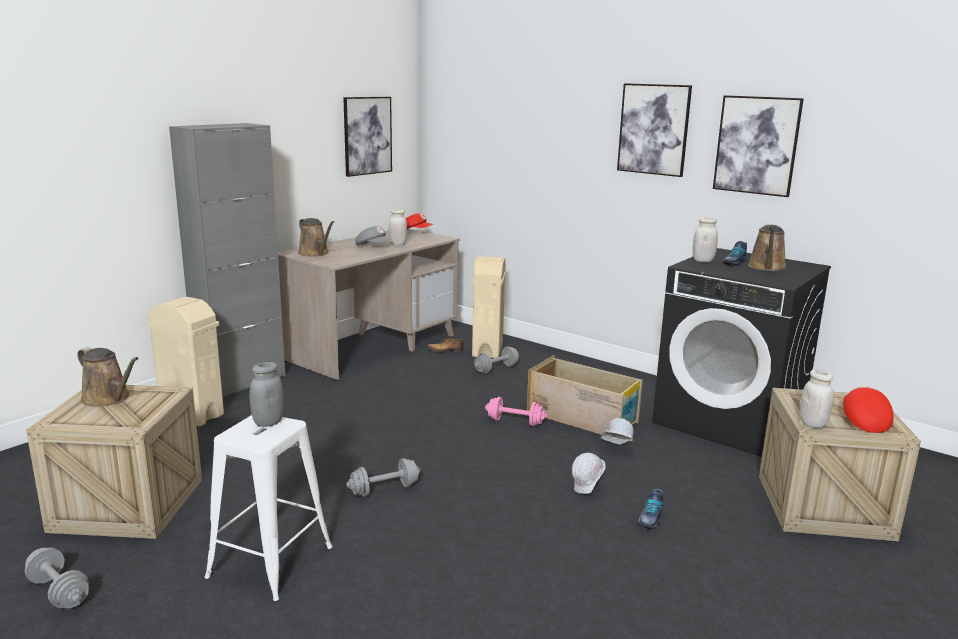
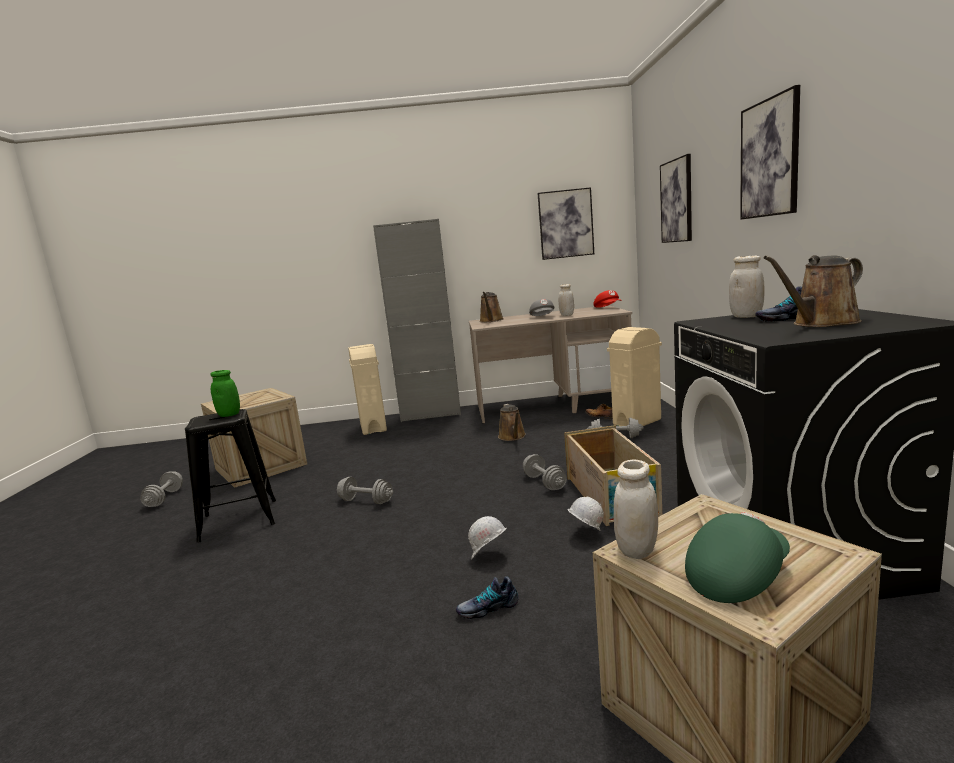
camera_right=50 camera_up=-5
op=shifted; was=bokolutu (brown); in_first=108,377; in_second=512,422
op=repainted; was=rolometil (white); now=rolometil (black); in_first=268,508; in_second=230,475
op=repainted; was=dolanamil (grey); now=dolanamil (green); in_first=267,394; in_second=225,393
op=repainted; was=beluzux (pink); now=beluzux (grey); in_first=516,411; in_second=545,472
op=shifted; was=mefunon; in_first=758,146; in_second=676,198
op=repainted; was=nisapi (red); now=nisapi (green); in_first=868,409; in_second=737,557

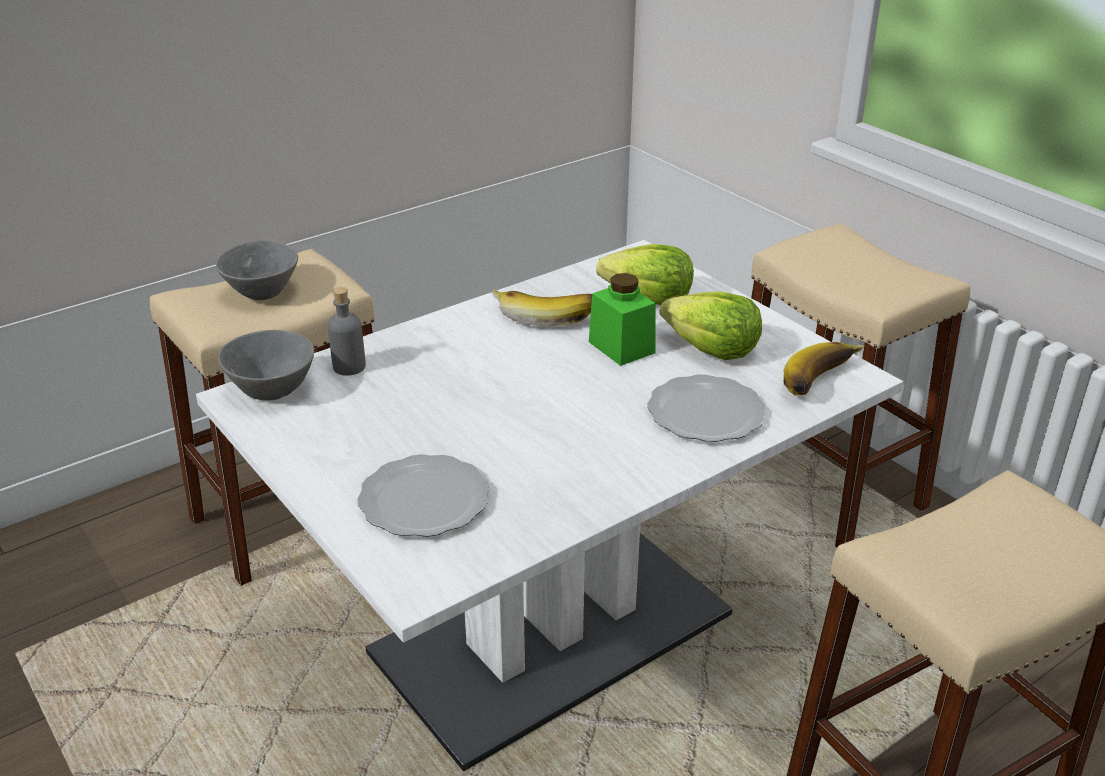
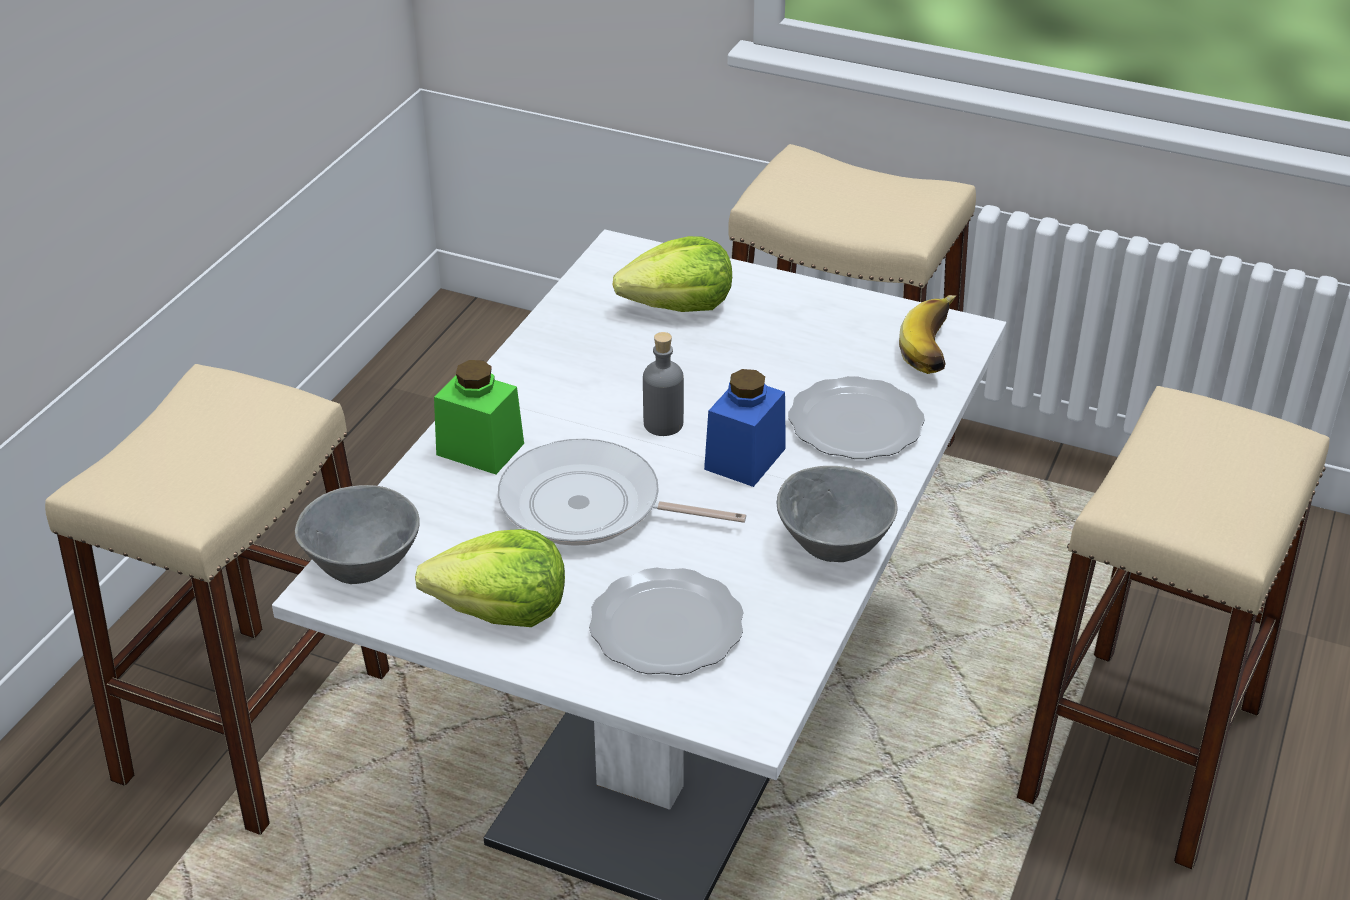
camera_right=-30 camera_up=5
op=shifted; was=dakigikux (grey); in_first=257,270; in_second=837,514
op=shifted; was=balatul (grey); in_first=346,331; in_second=663,384
op=gone; was=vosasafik; in_first=542,307
op=shifted; was=dolanamil (green); in_first=622,319; in_second=479,417
op=shifted; was=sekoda; in_first=710,326; in_second=490,578
op=new; now=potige; in_second=622,492
op=new; now=dolanamil (blue); in_second=745,428

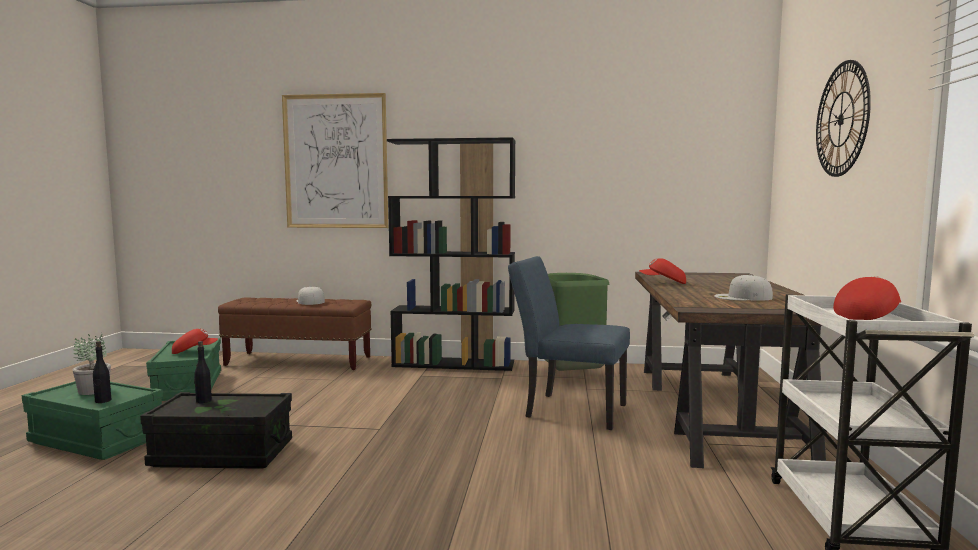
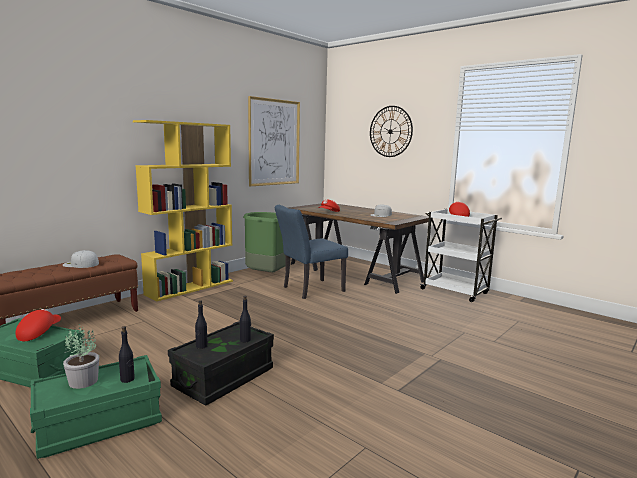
camera_right=-55 camera_up=5
op=shifted; was=mefunon; in_first=335,160; in_second=274,141
op=repainted; was=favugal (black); now=favugal (yellow); in_first=451,254; in_second=183,211
op=new; now=balatul (black); in_second=245,319

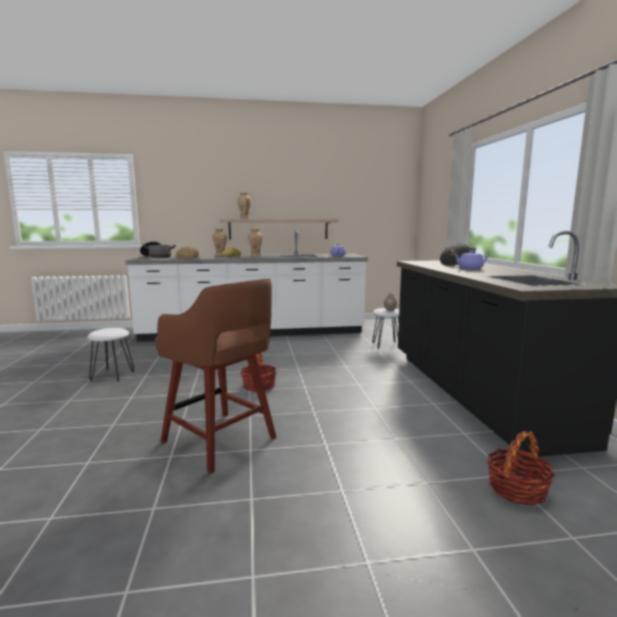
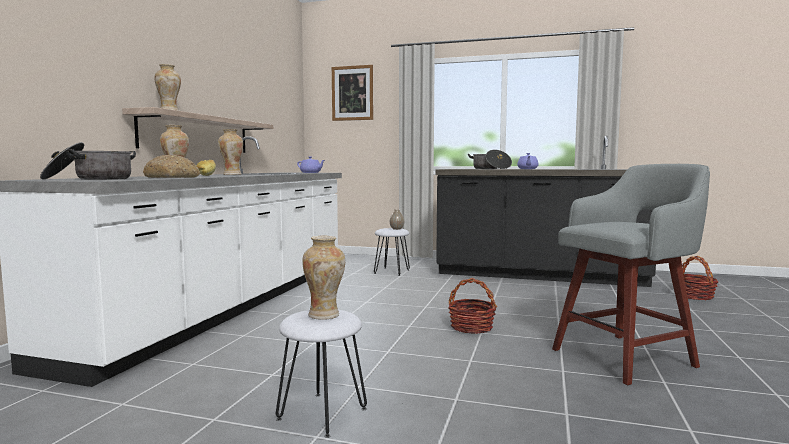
camera_right=-65 camera_up=-5
op=repainted; was=rolometil (brown); now=rolometil (grey); in_first=216,376; in_second=631,274
op=new; now=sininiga; in_second=323,278
op=new; now=mefunon; in_second=352,93

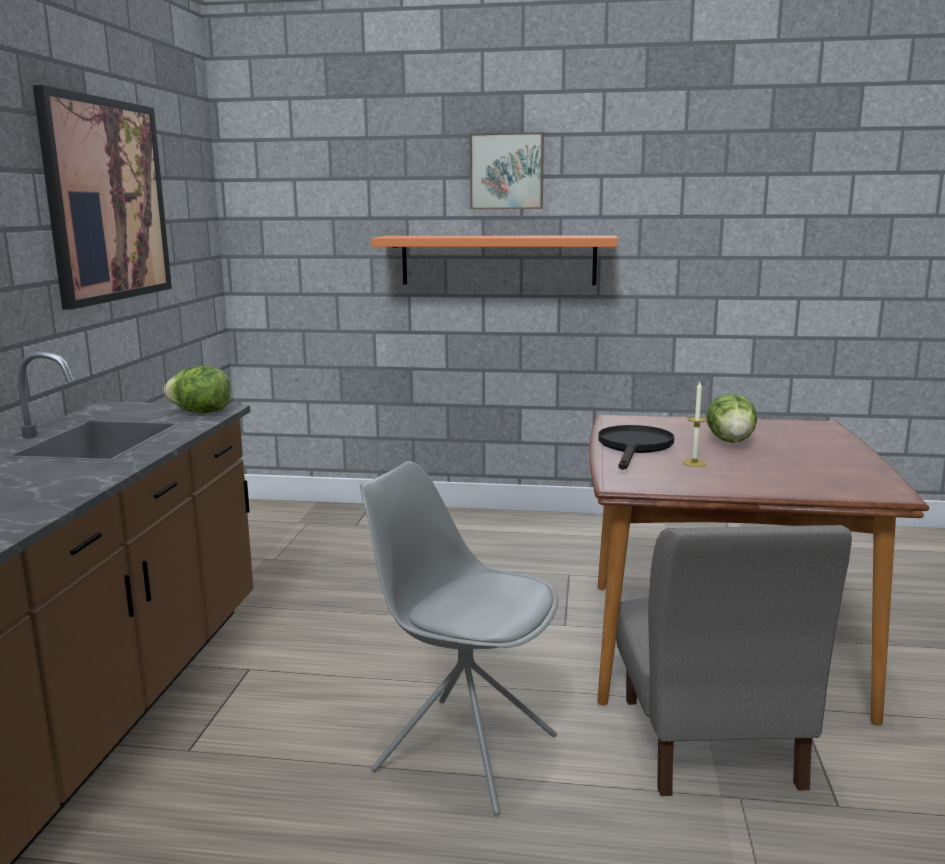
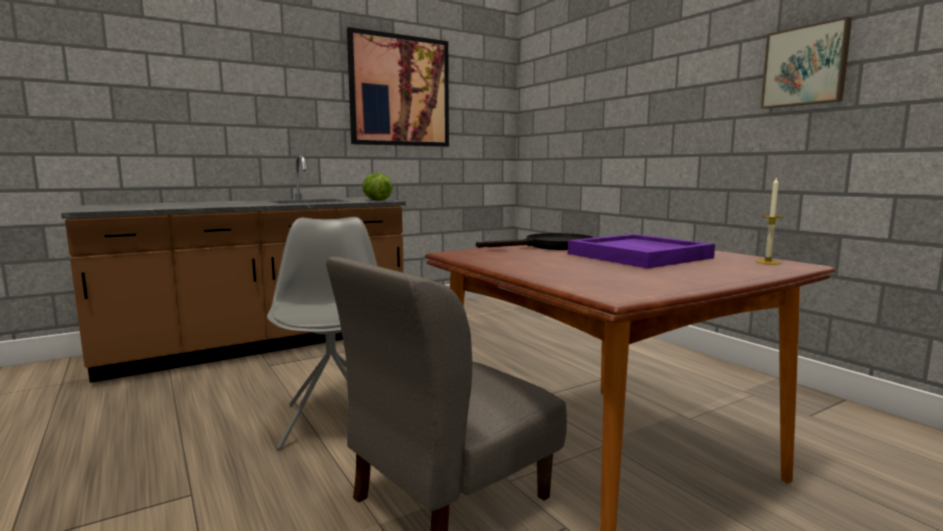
camera_right=50 camera_up=-5
op=gone; was=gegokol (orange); in_first=494,260
op=shifted; was=mefunon; in_first=507,170; in_second=806,63
op=shifted; was=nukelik; in_first=695,424; in_second=769,220
op=swapped; was=sekoda; now=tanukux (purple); in_first=731,418; in_second=641,251

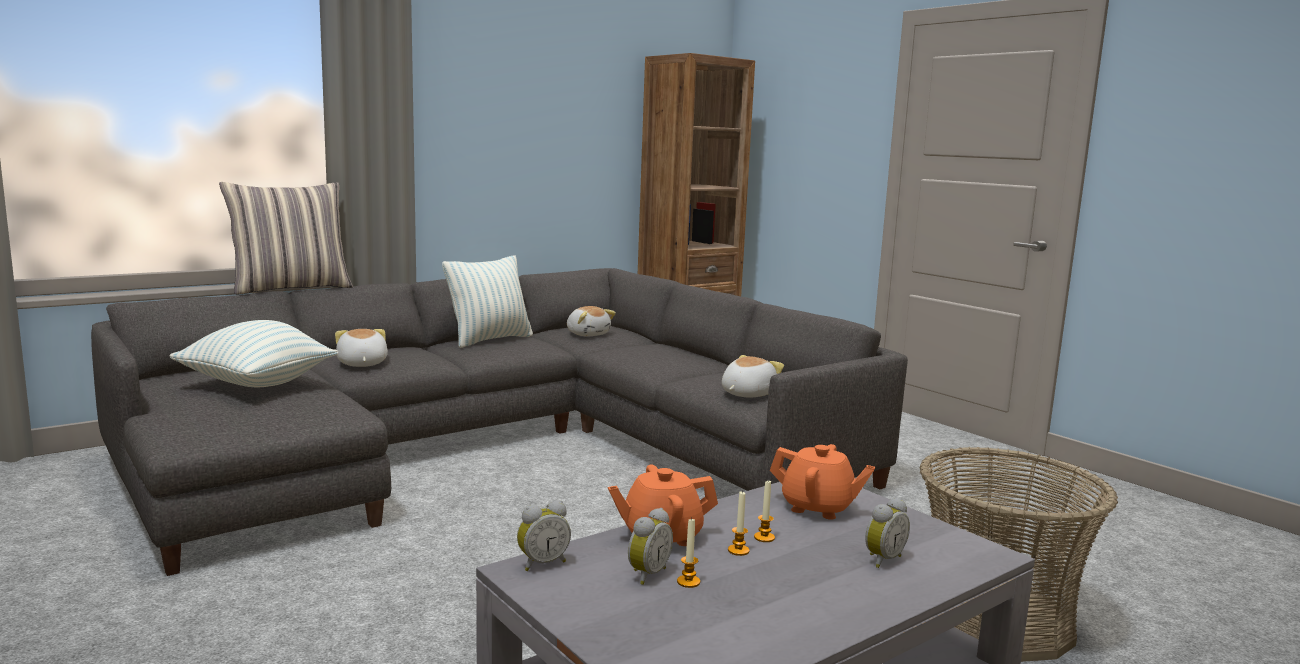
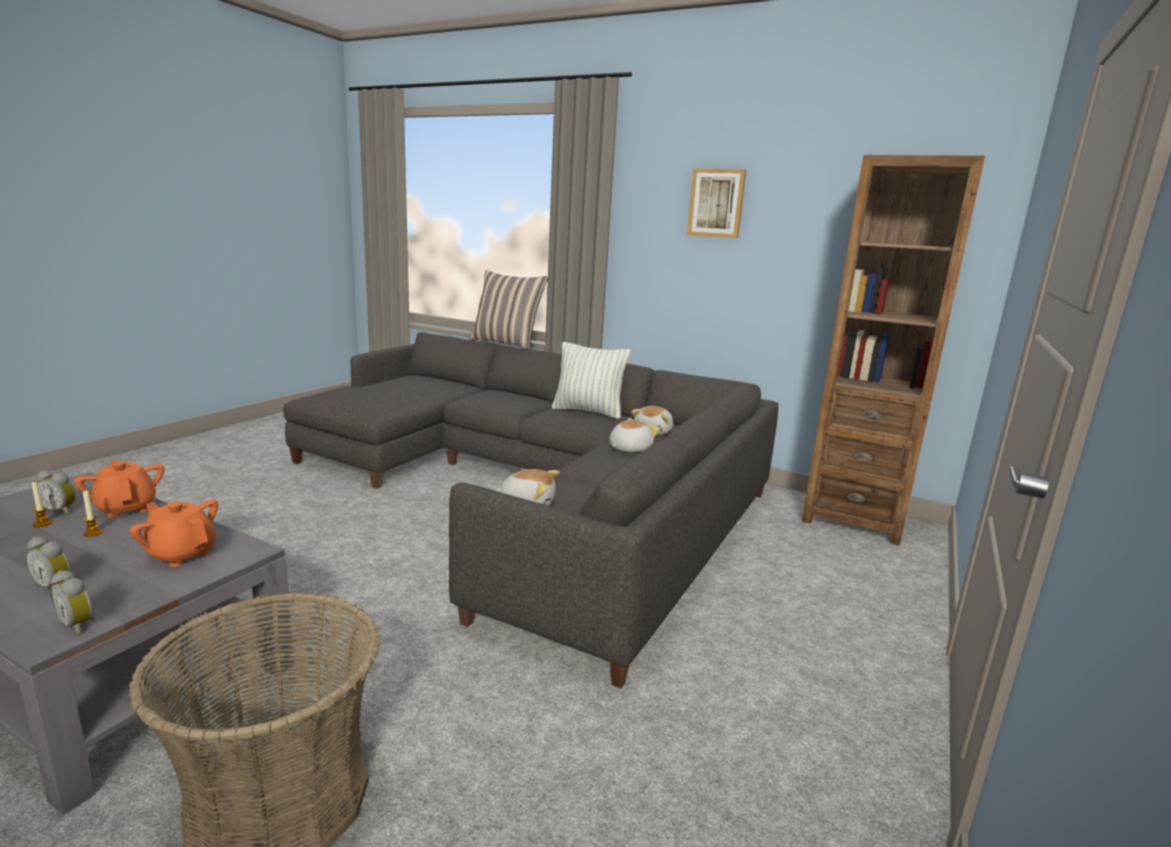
camera_right=65 camera_up=5
op=gone; was=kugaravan; in_first=253,353
op=shifted; was=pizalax; in_first=361,348; in_second=634,435
op=shifted; was=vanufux; in_first=544,535; in_second=72,603
op=gone; was=nukelik; in_first=764,511
op=rotated; was=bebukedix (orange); in_first=822,482; in_second=174,533; clockwise=120
op=new; now=mefunon; in_second=716,203

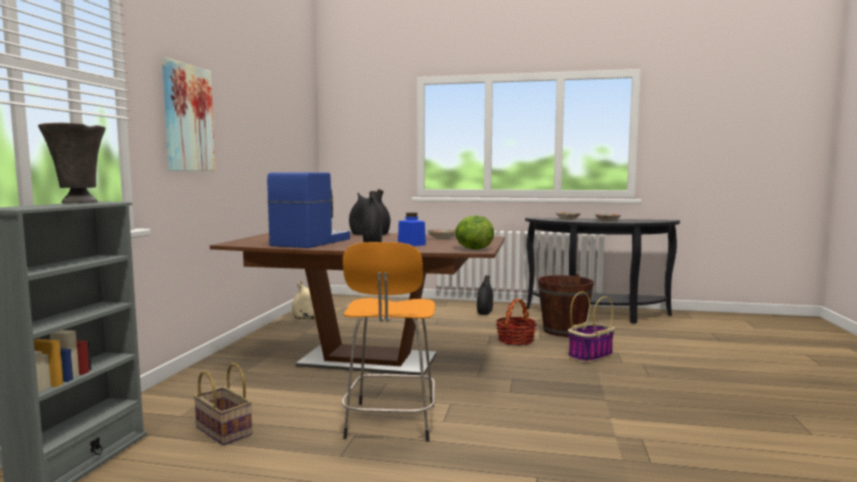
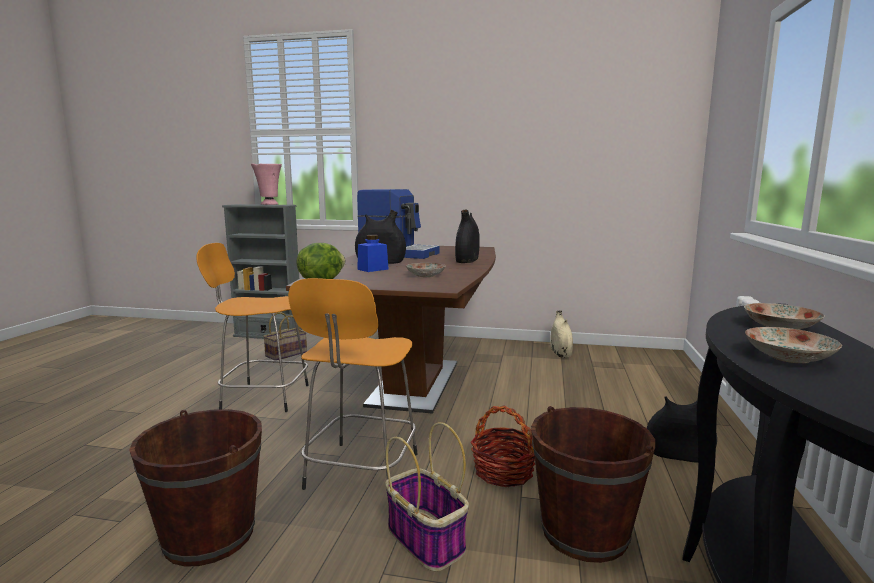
camera_right=90 camera_up=5
op=repainted; was=sininiga (grey); now=sininiga (pink); in_first=72,163; in_second=266,184
op=gone; was=mefunon; in_first=189,114
op=new; now=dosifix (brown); in_second=195,488
op=new; now=rolometil (orange); in_second=353,384

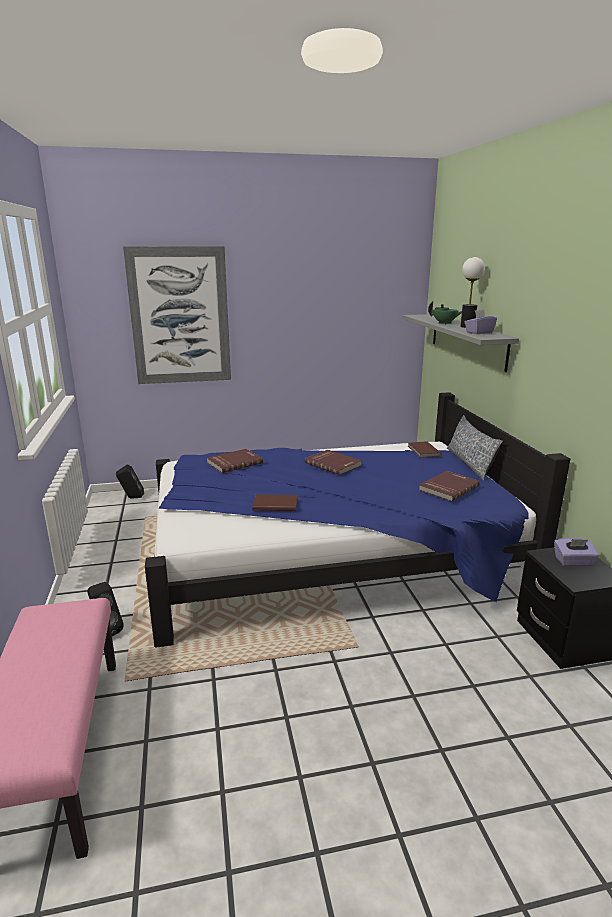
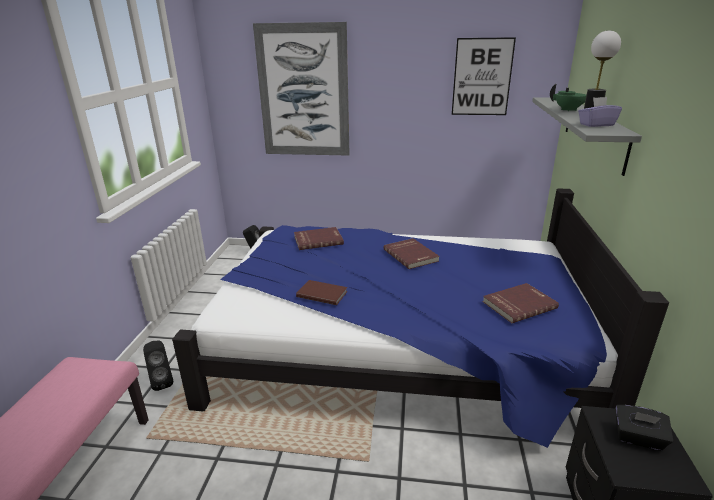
camera_right=20 camera_up=5
op=gone; was=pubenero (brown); in_first=424,449
op=gone; was=kugaravan; in_first=475,448
op=repainted; was=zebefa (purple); now=zebefa (black); in_first=576,552; in_second=644,428
op=new; now=mefunon; in_second=484,76

